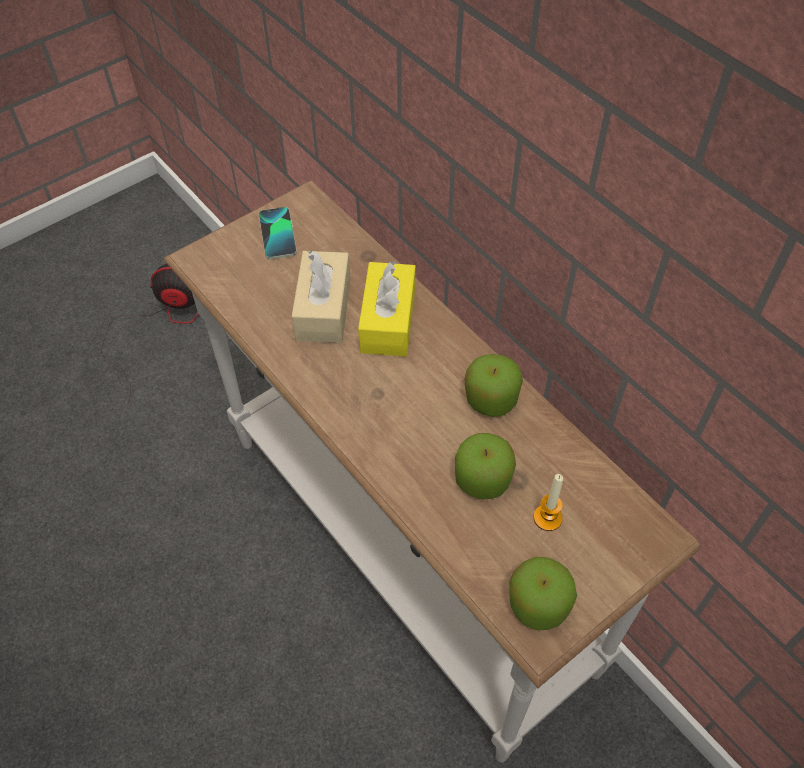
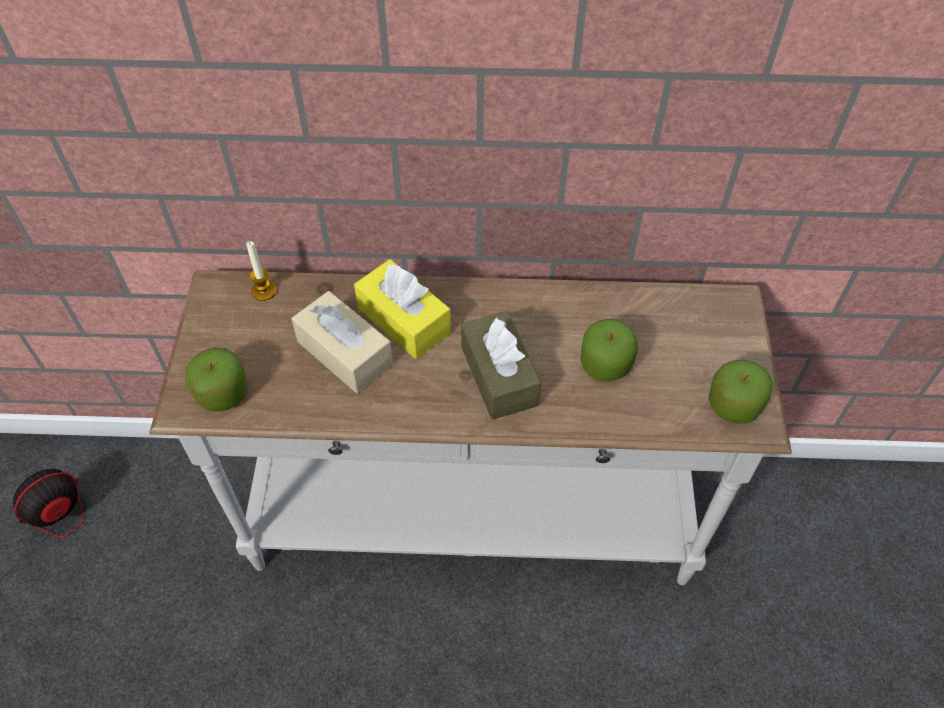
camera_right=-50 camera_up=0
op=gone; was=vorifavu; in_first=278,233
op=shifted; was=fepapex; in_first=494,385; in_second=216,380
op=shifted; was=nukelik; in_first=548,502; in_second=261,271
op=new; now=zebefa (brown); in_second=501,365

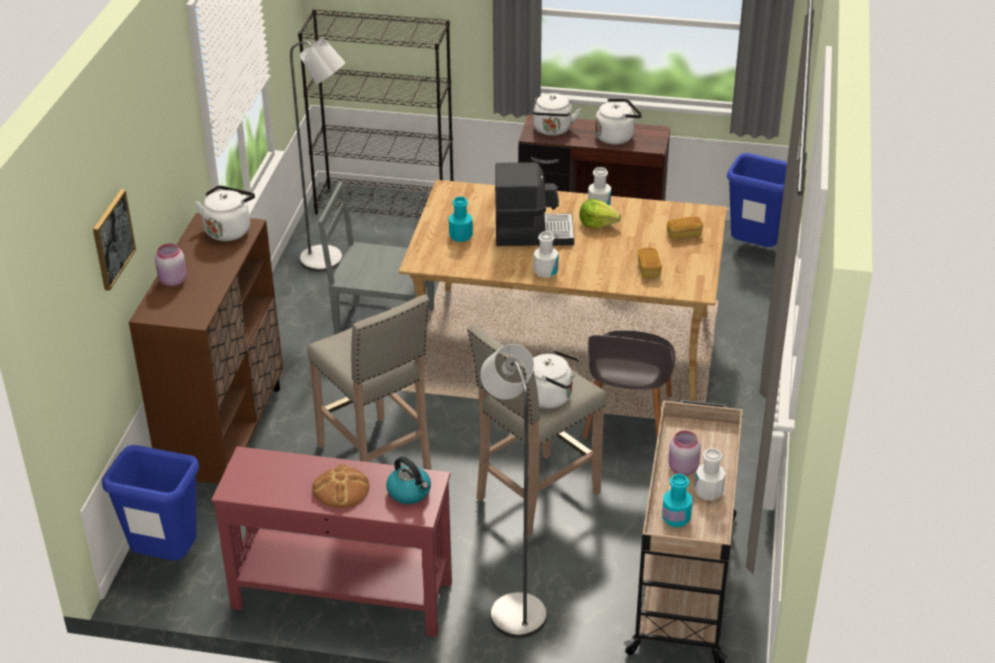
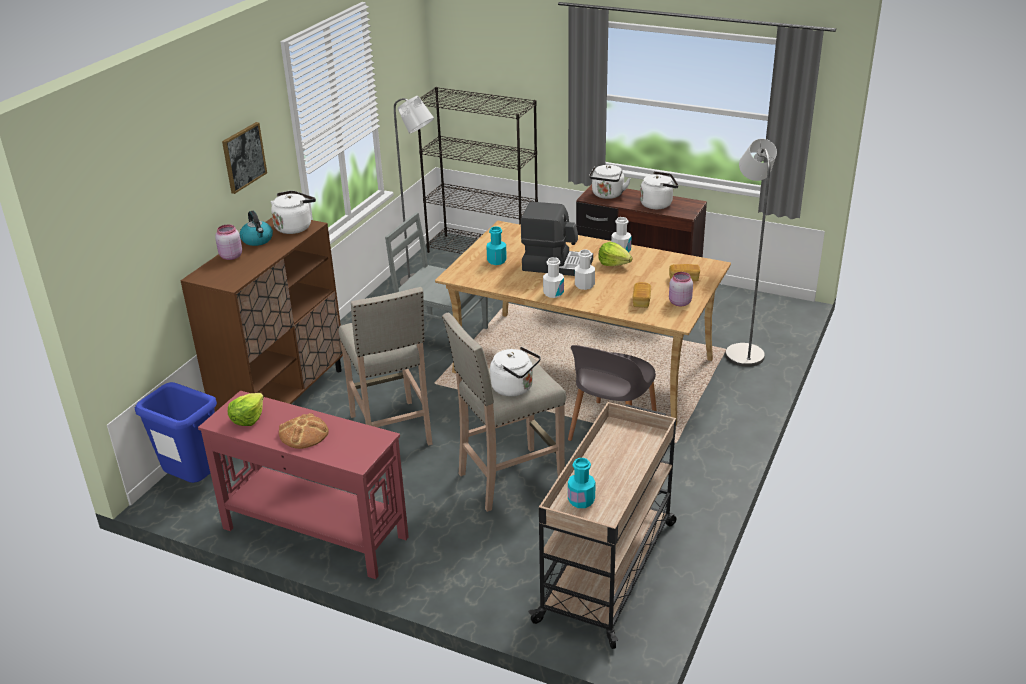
camera_right=15 camera_up=-5
op=shifted; was=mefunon; in_first=114,240; in_second=244,158
op=shifted; was=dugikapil; in_first=408,480; in_second=256,228
op=shifted; was=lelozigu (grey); in_first=513,491; in_second=751,253
op=shifted; was=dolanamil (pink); in_first=685,453; in_second=681,289
op=shifted; was=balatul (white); in_first=710,474; in_second=585,269
op=gone; was=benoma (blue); in_first=757,200
op=new; now=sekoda; in_second=246,409

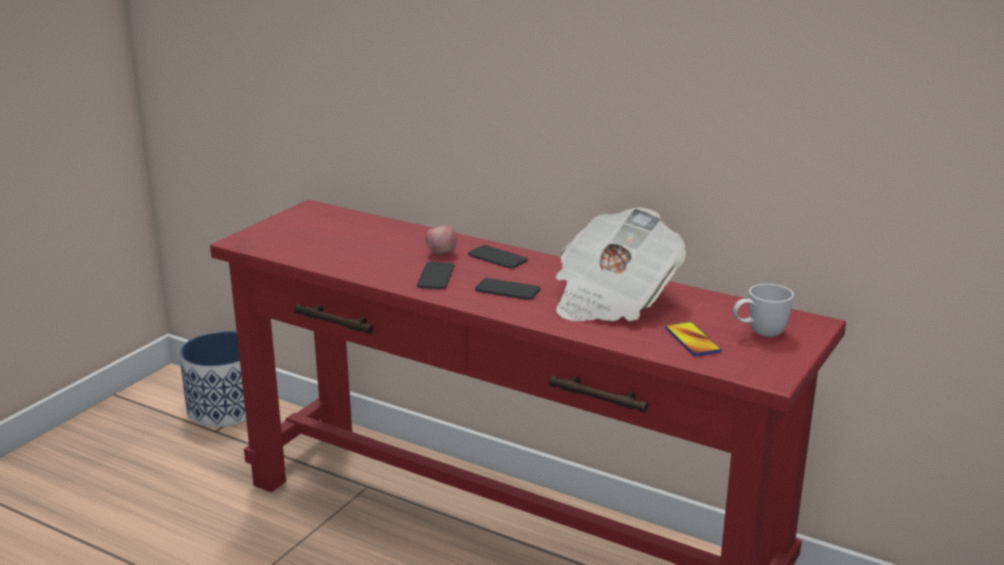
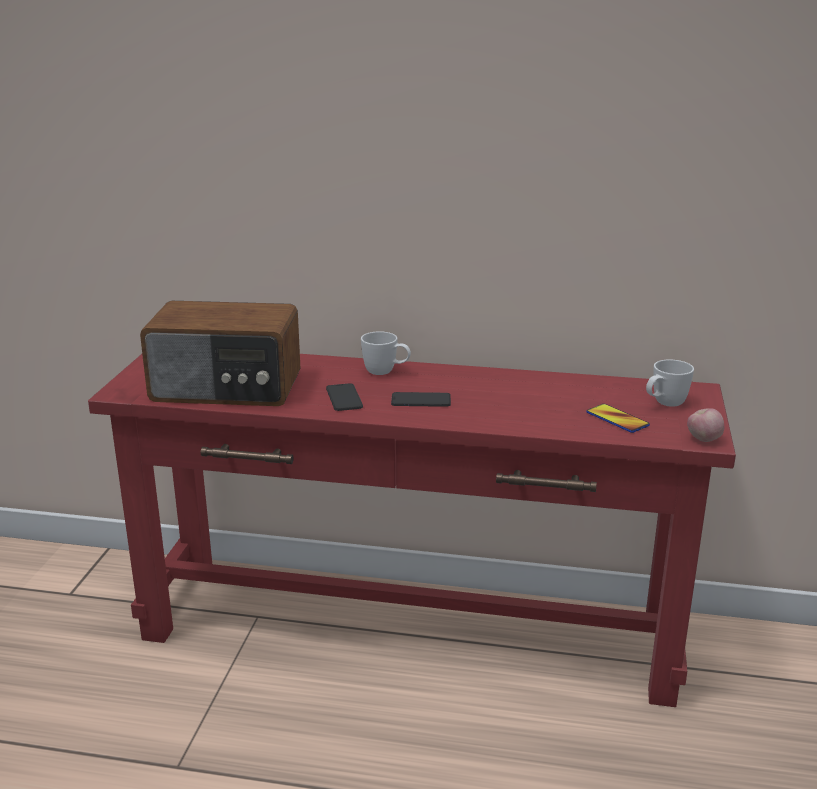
camera_right=-20 camera_up=0
op=gone; was=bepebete; in_first=212,379
op=shifted; was=fepapex; in_first=441,240; in_second=705,425
op=swapped; was=vorifavu; now=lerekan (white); in_first=498,257; in_second=386,353
op=gone; was=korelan; in_first=620,264
op=new; now=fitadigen; in_second=220,353

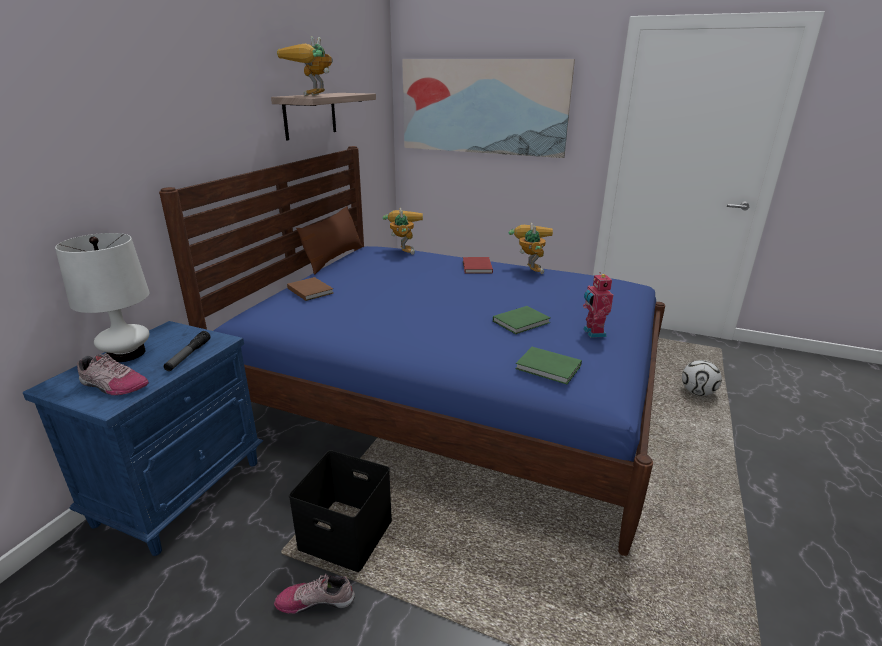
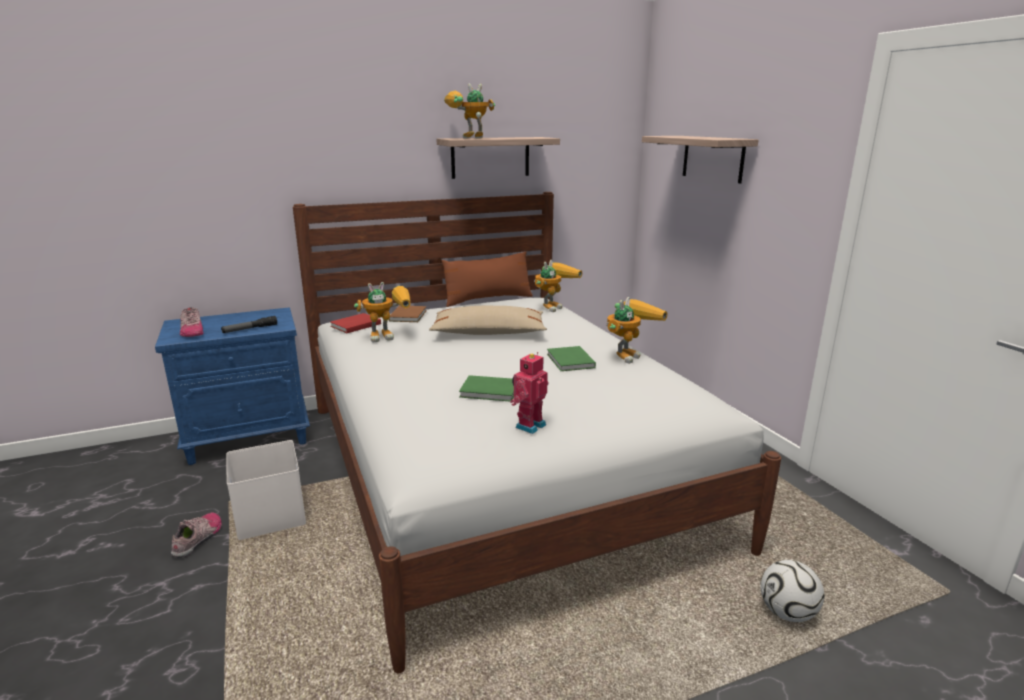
camera_right=45 camera_up=-5
op=gone; was=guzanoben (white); in_first=102,297
op=repainted; was=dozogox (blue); now=dozogox (white); in_first=412,351; in_second=537,432
op=rotated; was=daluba; in_first=314,594; in_second=196,535; clockwise=60
op=repainted; was=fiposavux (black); now=fiposavux (white); in_first=340,511; in_second=266,490
op=swapped; was=mefunon; now=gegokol; in_first=488,108; in_second=700,159
op=shifted; was=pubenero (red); in_first=478,265; in_second=355,323
op=shifted; was=pubenero (green); in_first=548,365; in_second=571,358
op=new; now=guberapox; in_second=382,312
op=new; now=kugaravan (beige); in_second=488,320

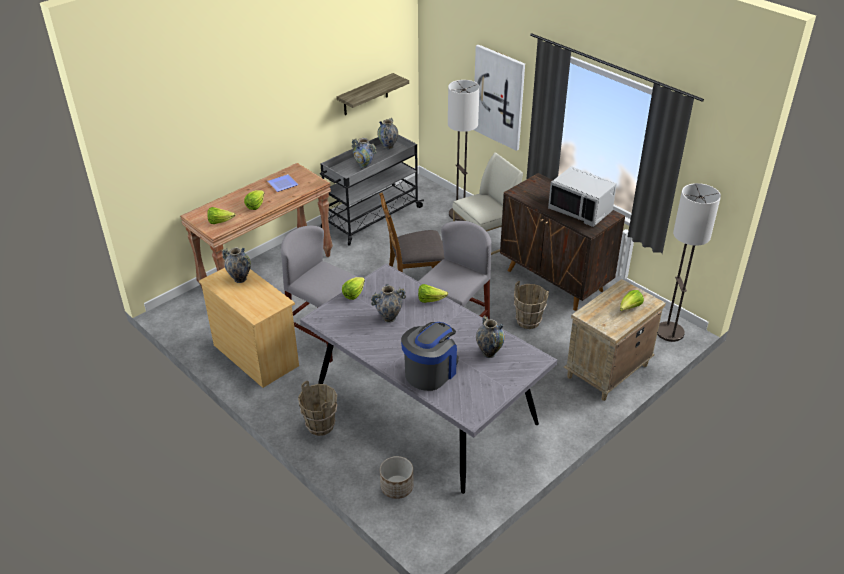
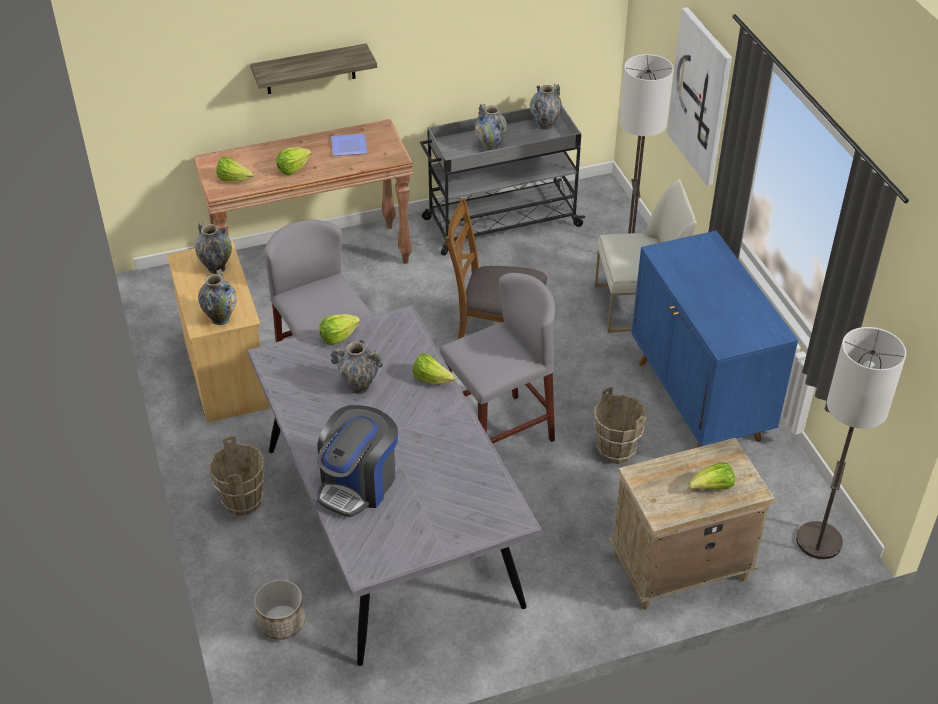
camera_right=25 camera_up=5
op=shifted; was=gegokol; in_first=372,94; in_second=313,69
op=rotated; was=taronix; in_first=429,356; in_second=357,461; clockwise=150
op=shifted; was=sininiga; in_first=490,337; in_second=217,297
op=repainted; was=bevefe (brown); now=bevefe (blue); in_first=562,242; in_second=714,339
op=gone; was=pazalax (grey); in_first=582,196

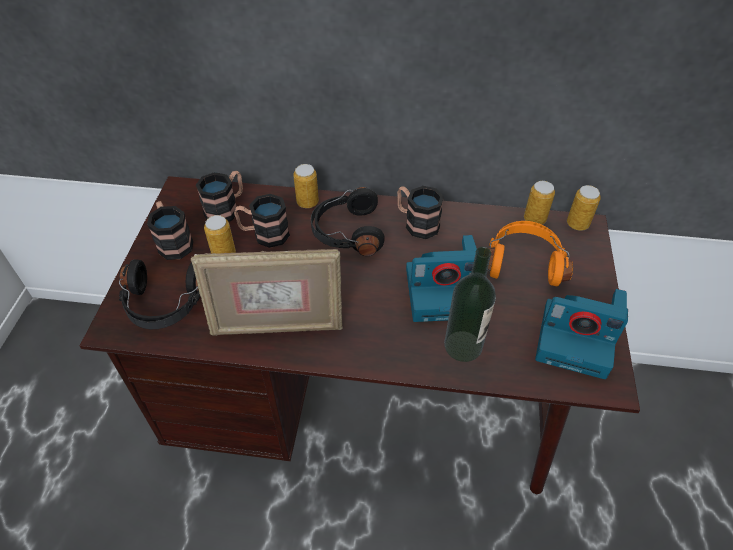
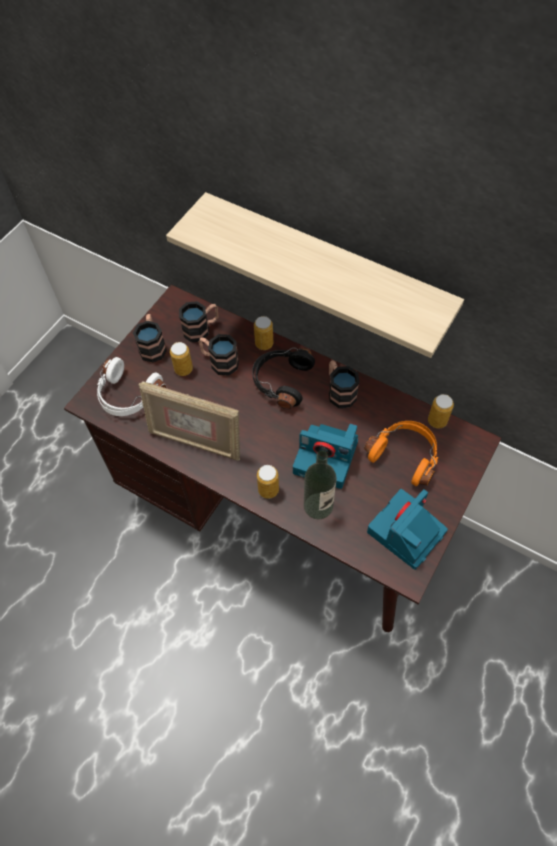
camera_right=25 camera_up=10
op=repainted; was=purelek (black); now=purelek (white); in_first=159,294; in_second=131,386
op=rotated; was=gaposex; in_first=581,334; in_second=407,529; clockwise=90
op=shifted; was=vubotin; in_first=584,208; in_second=268,482
op=new; now=gegokol; in_second=315,275

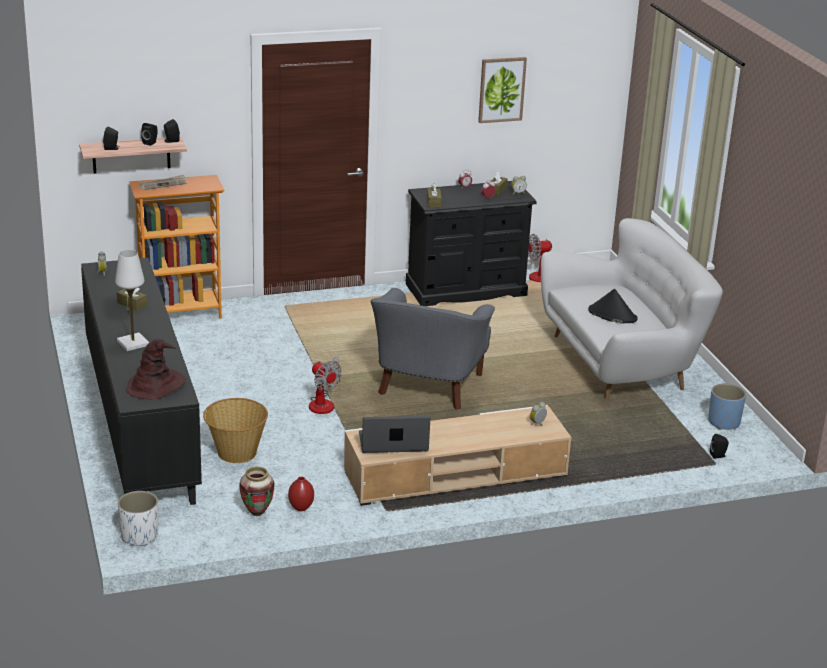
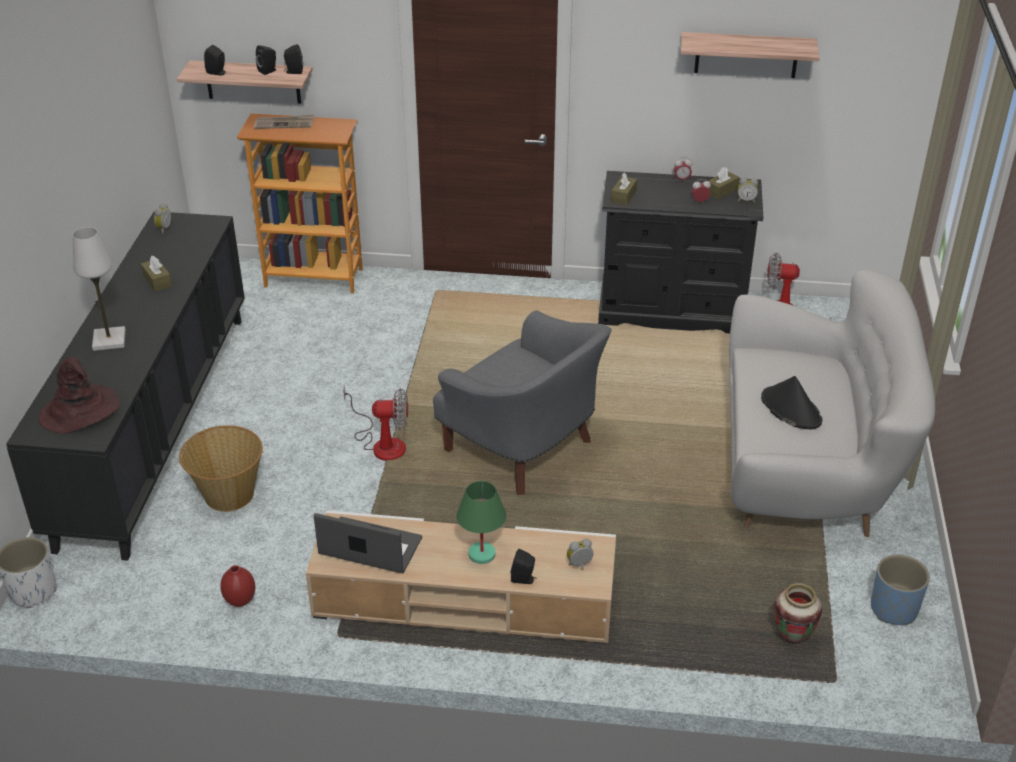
camera_right=25 camera_up=10
op=shifted; was=sininiga; in_first=257,491; in_second=798,613
op=rotated; was=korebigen; in_first=325,385; in_second=375,423; clockwise=-75
op=rotated; was=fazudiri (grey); in_first=432,349; in_second=522,402; clockwise=-90
op=swapped; was=mefunon; now=gegokol; in_first=502,90; in_second=750,55
op=shifted; was=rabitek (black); in_first=719,446; in_second=523,566
op=new; now=guzanoben (green); in_second=481,522

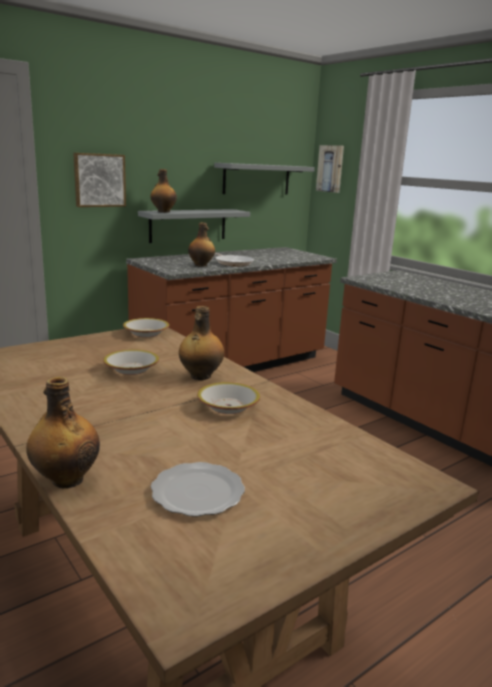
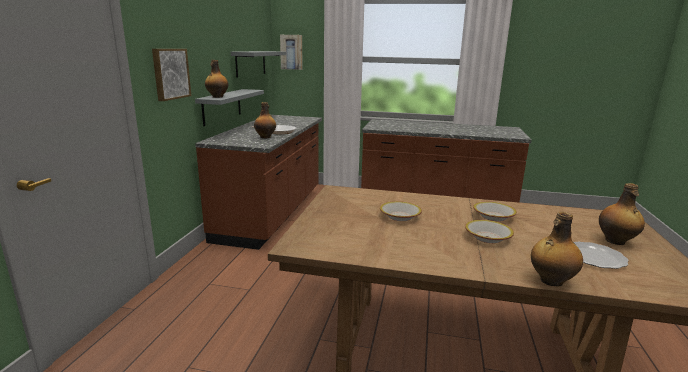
camera_right=-40 camera_up=0
op=shifted; was=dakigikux; in_first=146,327; in_second=489,231
op=shifted; was=balatul; in_first=201,343; in_second=622,214

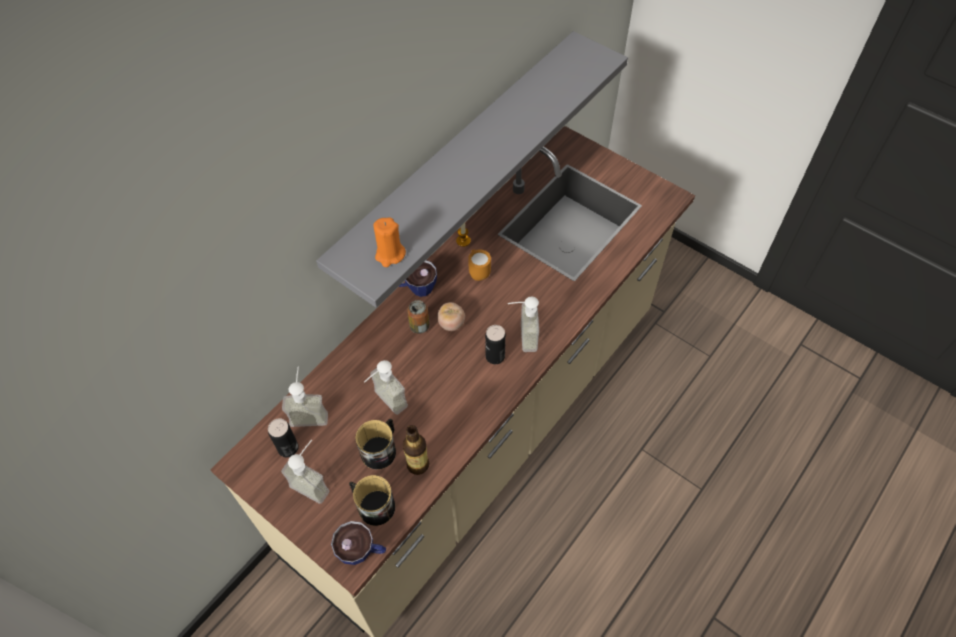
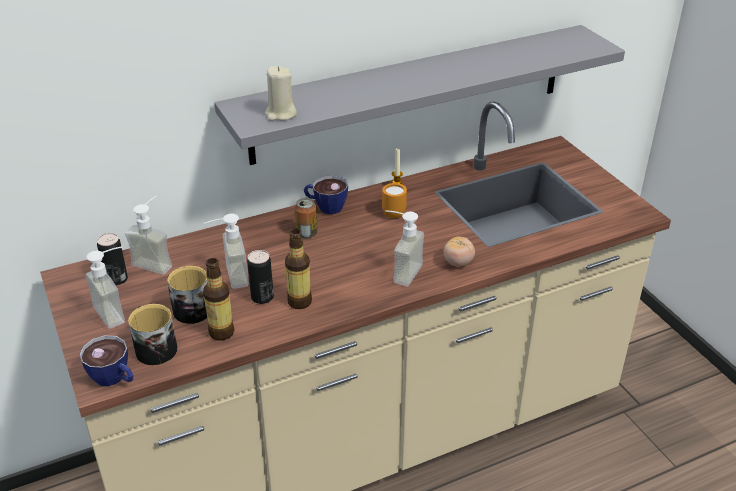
camera_right=25 camera_up=-20
op=repainted; was=nukelik (orange); now=nukelik (beige); in_first=389,242; in_second=281,93
op=shifted; was=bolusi; in_first=451,316; in_second=459,252
op=shifted; was=vubotin; in_first=495,344; in_second=260,277
op=new; now=balatul; in_second=298,269

